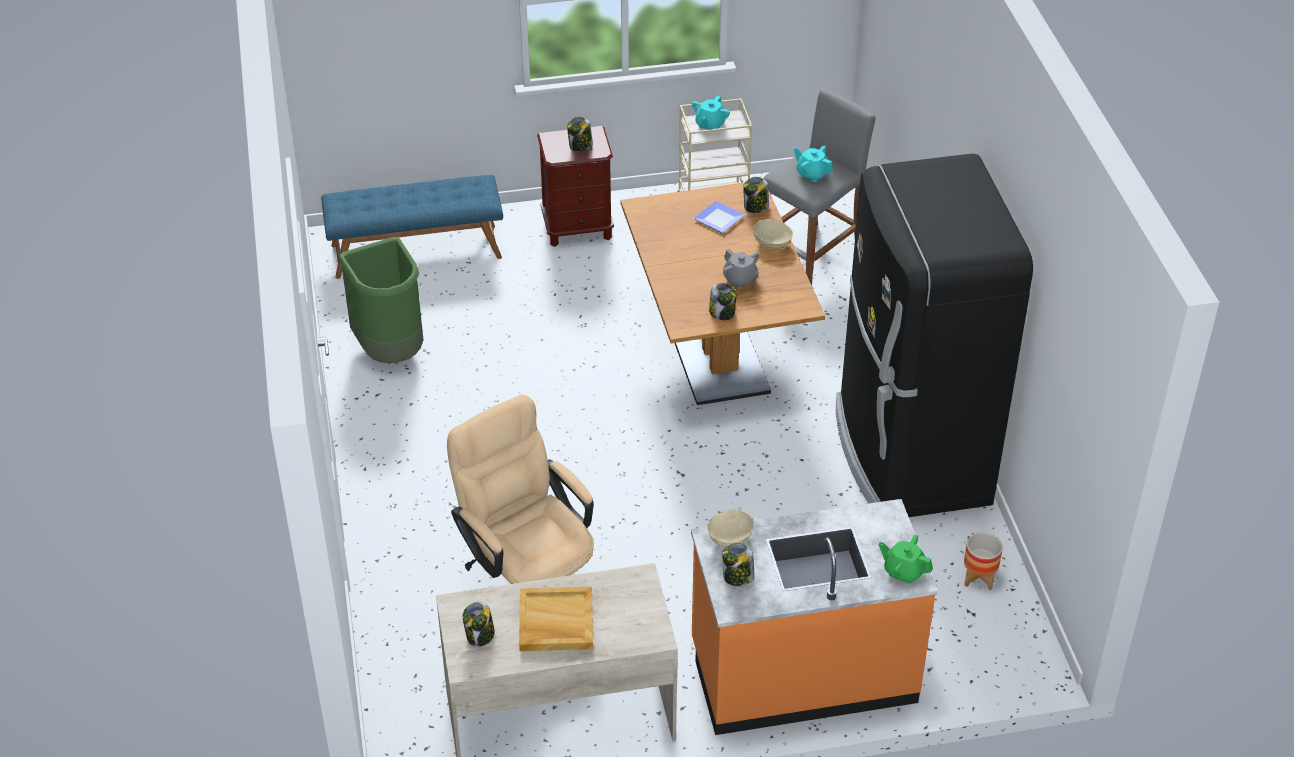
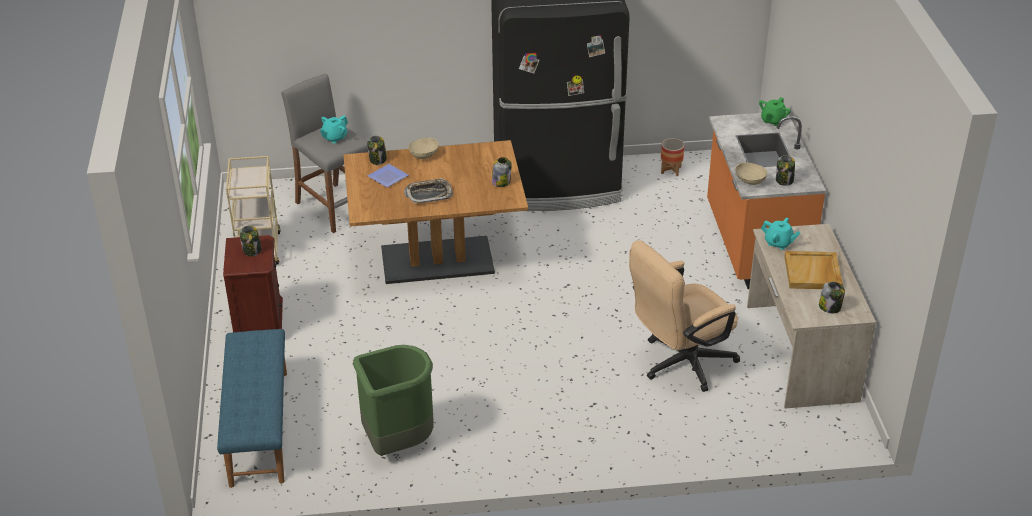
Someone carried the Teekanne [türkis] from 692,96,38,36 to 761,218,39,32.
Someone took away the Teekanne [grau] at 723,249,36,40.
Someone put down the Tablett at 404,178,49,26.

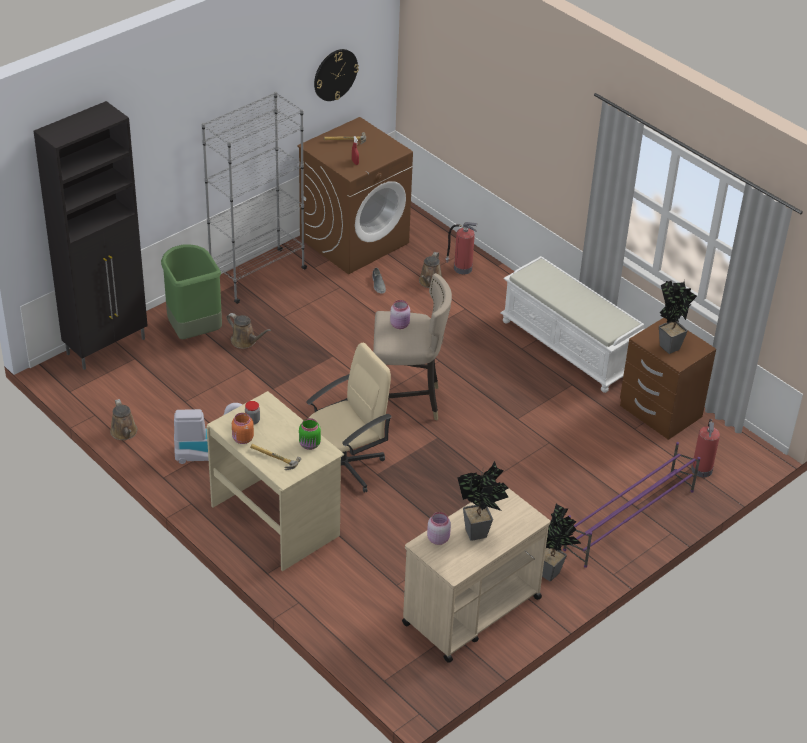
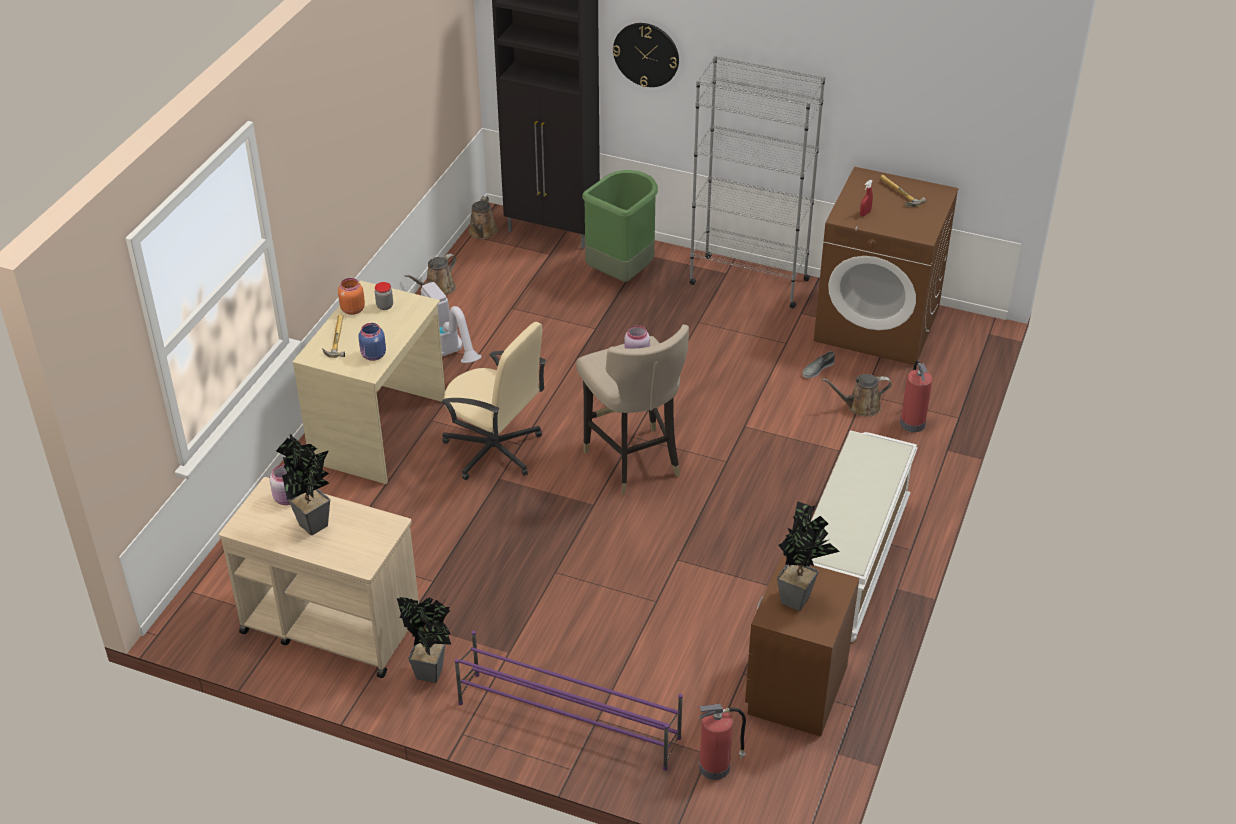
Someone carried the Wanduhr from 314,49,45,52 to 613,23,66,64.
Someone carried the Gießkanne [braun] from 227,313,44,36 to 469,196,29,43.
Someone repainted the Vorratsglas [grün] at 299,418,22,32, which became the Vorratsglas [blau] at 358,323,28,38.

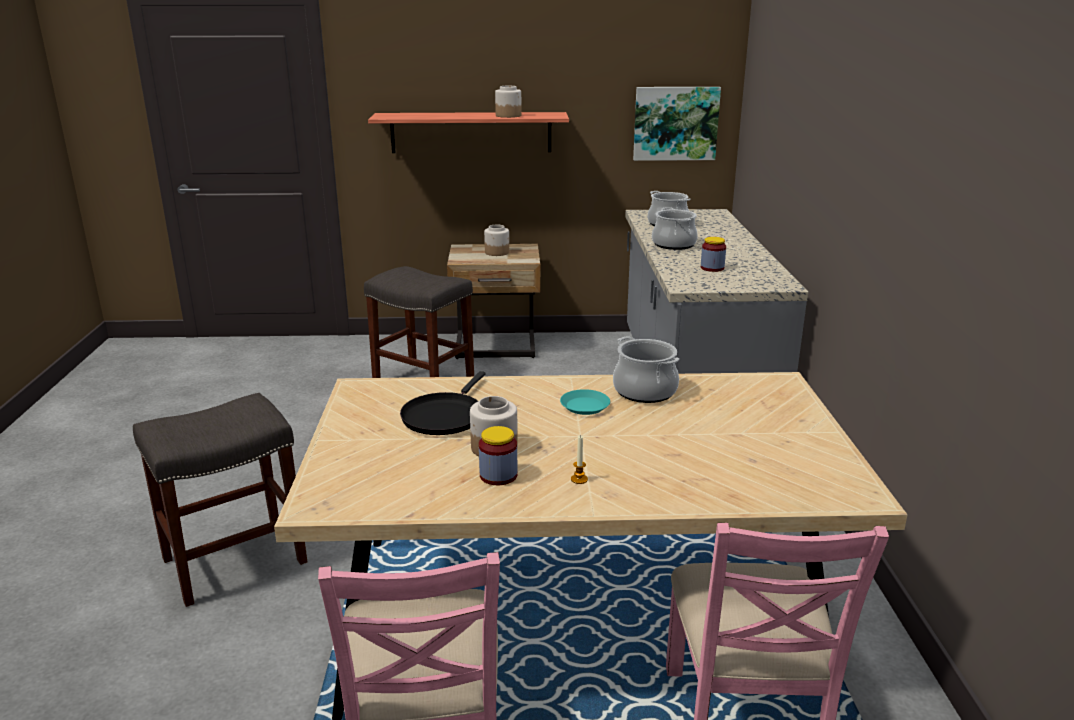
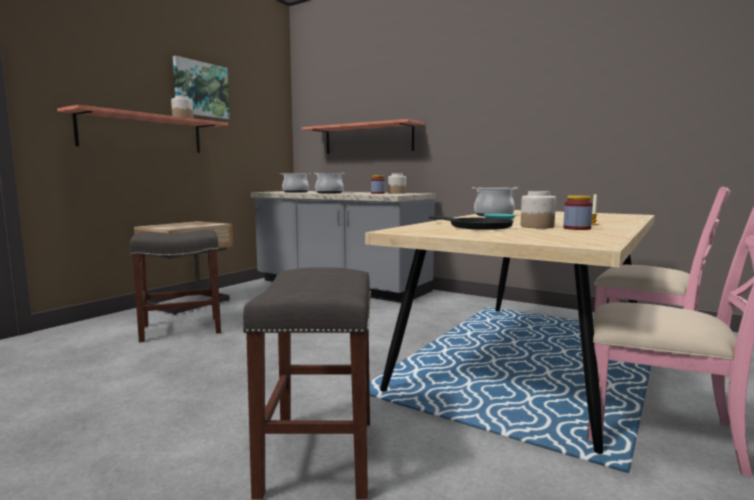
Someone carried the Bild from 633,87,88,74 to 173,56,57,63.
Someone carried the Vorratsglas from 484,225,25,31 to 388,173,18,21.
Someone put up the Wandregal at 302,119,121,35.

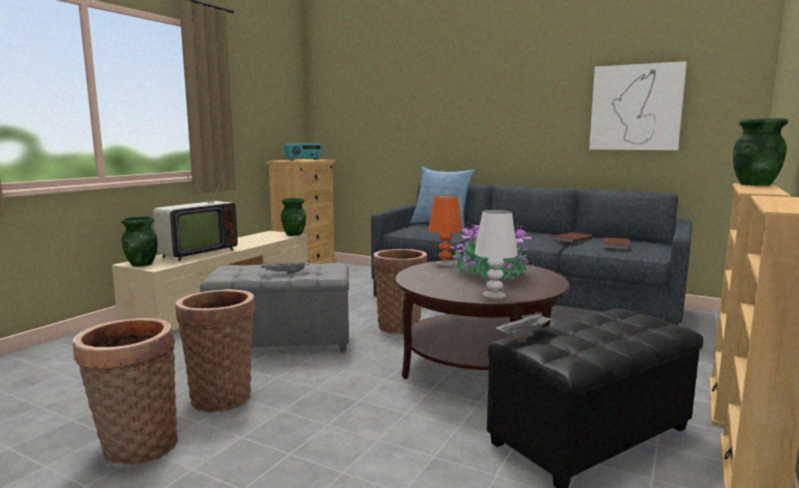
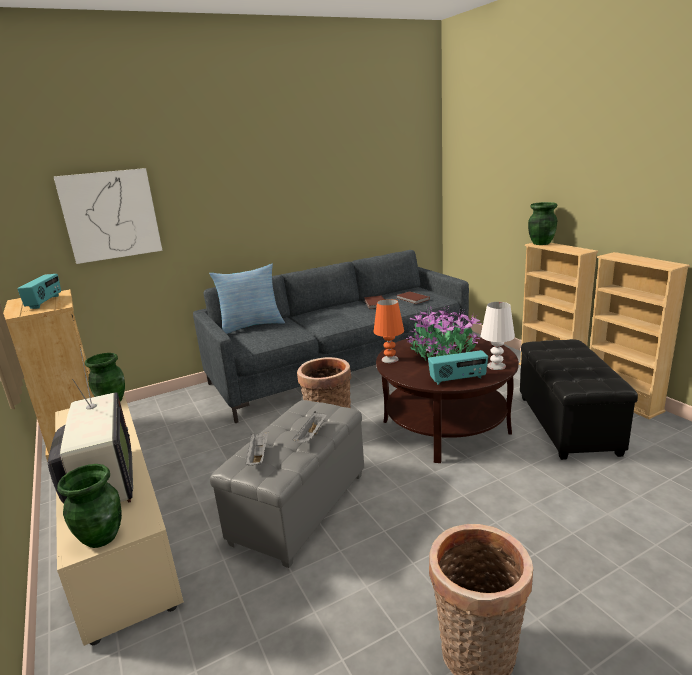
Someone carried the Bild from 589,61,98,89 to 53,168,110,96.
Someone took away the Korb at 176,289,79,123.
Someone carried the Tablett [grau] from 494,312,63,27 to 246,431,23,34.
Someone put down the Radio at 428,350,60,35.

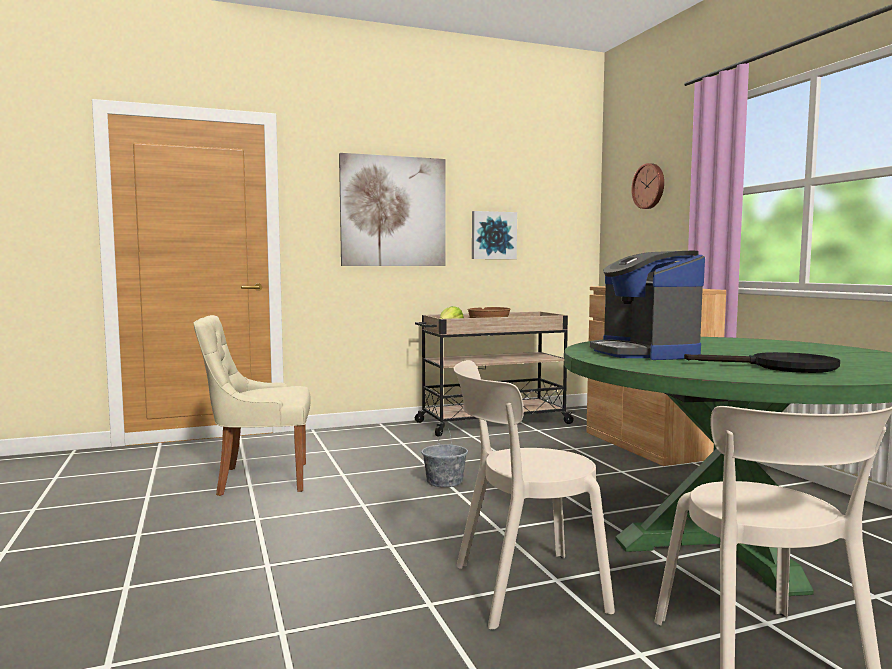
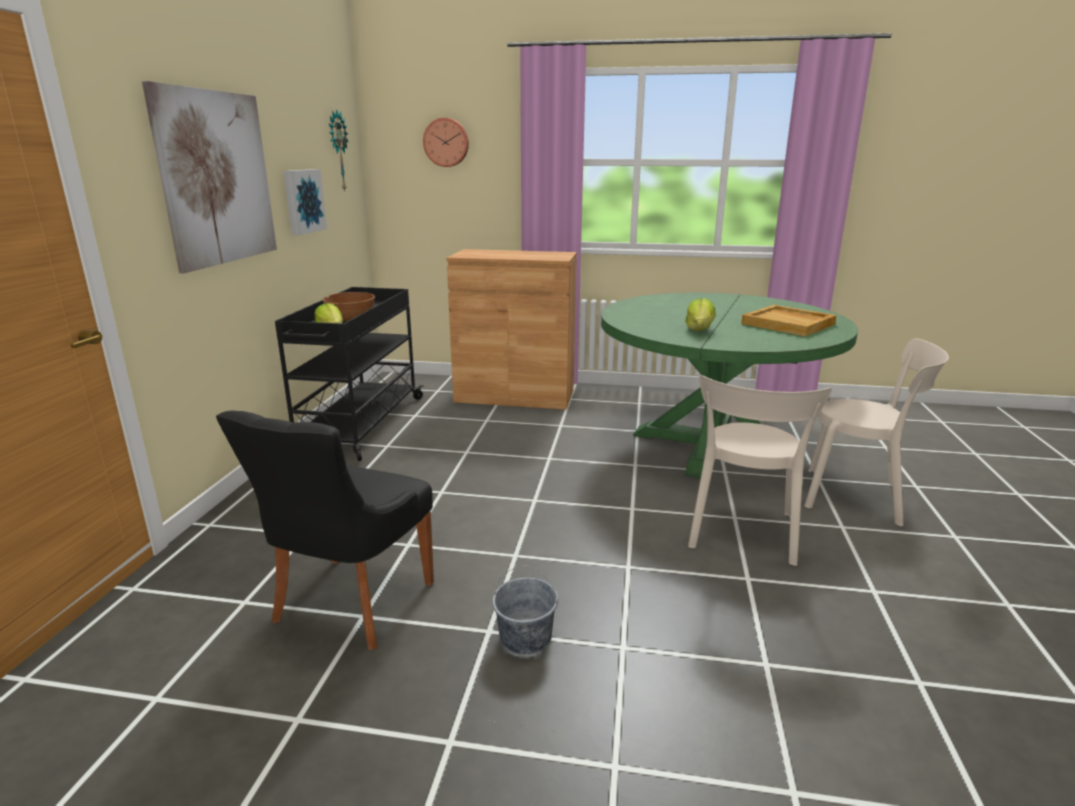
Someone swapped the Kaffeemaschine at 590,251,115,109 for the Salatkopf at 685,298,31,33.
Someone repainted the Rollwagen [beige] at 415,312,161,125, which became the Rollwagen [schwarz] at 275,287,149,174.
Someone repainted the Stuhl [beige] at 193,315,118,181, which became the Stuhl [schwarz] at 216,411,218,239.
Someone swapped the Pfanne [schwarz] at 684,352,156,21 for the Tablett [beige] at 741,305,96,32.
Someone carried the Eimer [grau] from 421,426,47,61 to 492,565,66,90.
Someone put up the Wanduhr at 329,109,19,83.

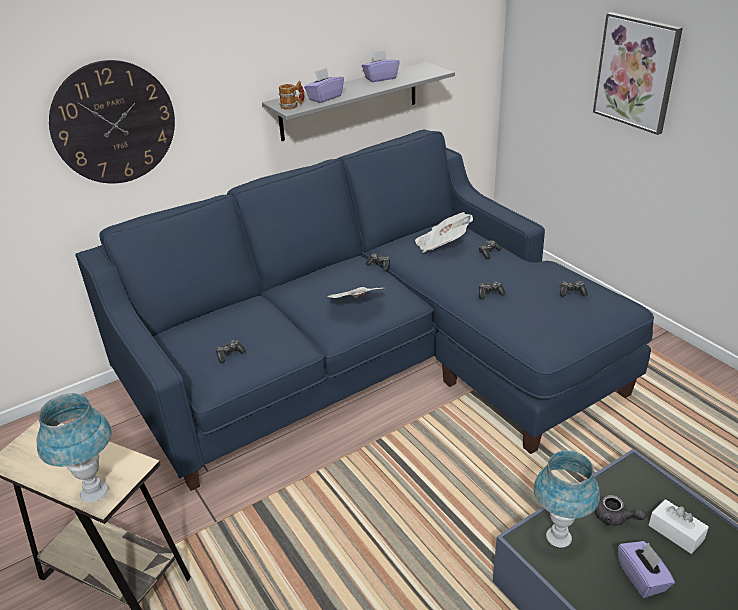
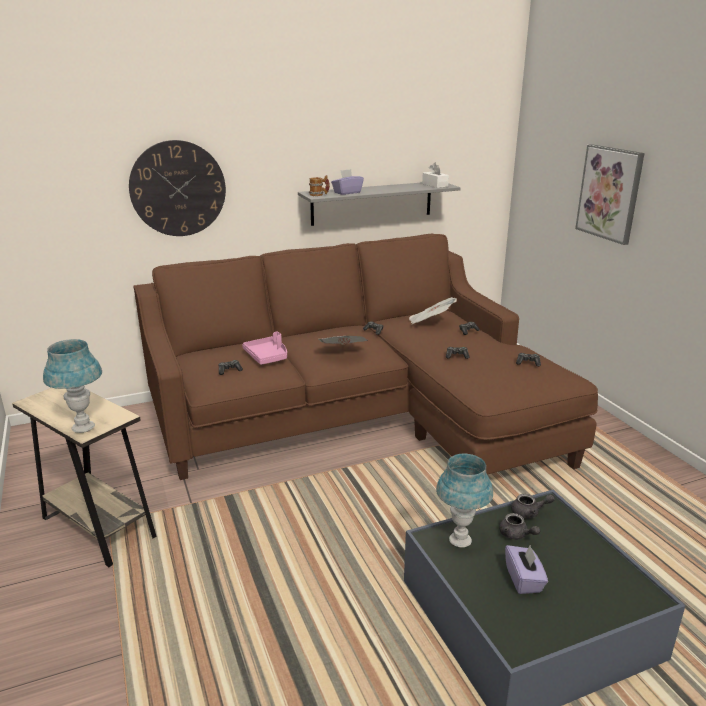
Someone took away the Taschentuchbox [lila] at 362,50,38,32.
Someone repainted the Sofa [blau] at 76,130,578,361, which became the Sofa [braun] at 134,234,464,246.
Someone carried the Taschentuchbox [weiß] from 649,499,60,55 to 422,163,27,25.
Someone put down the Tablett [rosa] at 242,331,45,34.
Someone put down the Teekanne [grau] at 511,494,44,25.

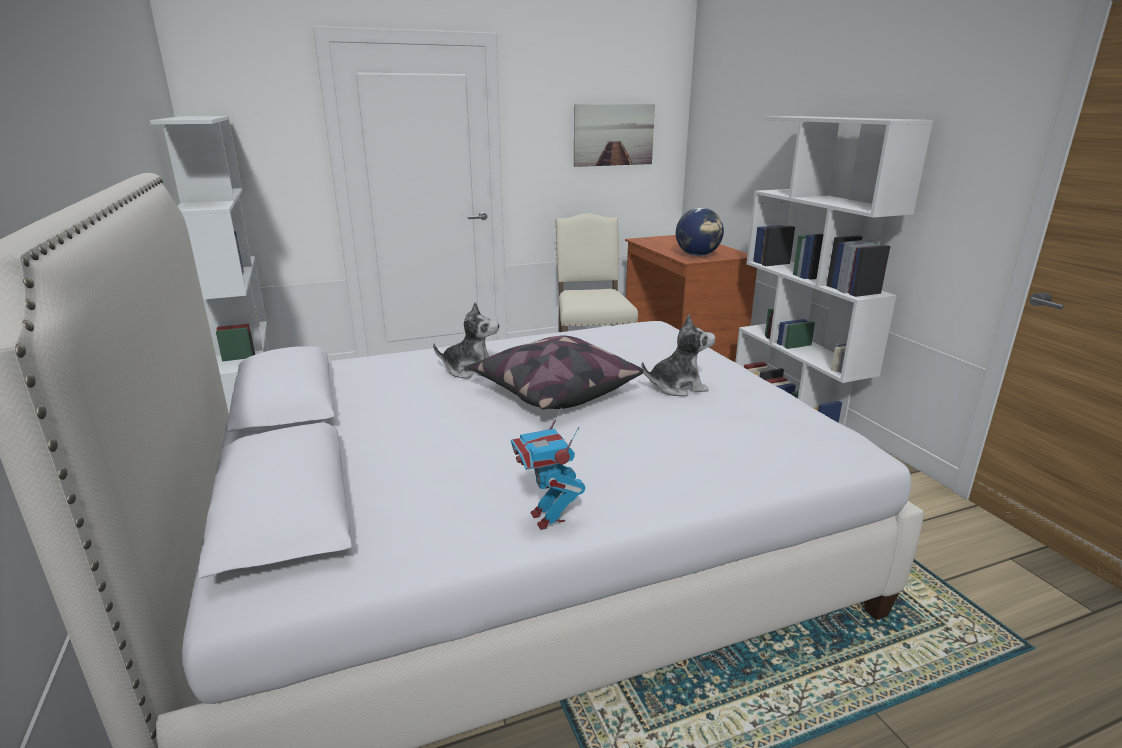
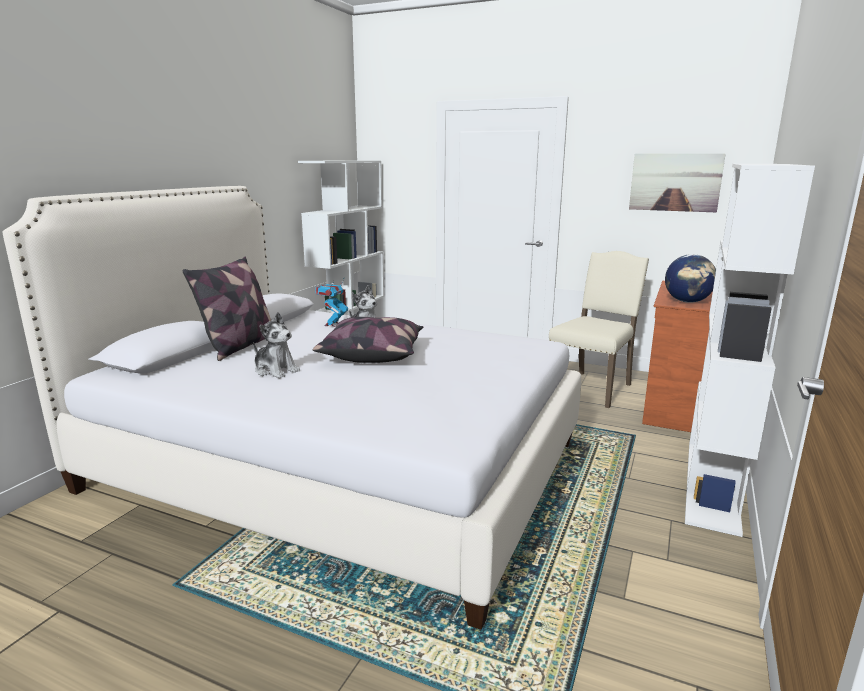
Someone carried the Plüschtier from 642,315,73,81 to 253,312,47,66.
Someone carried the Spielzeugroboter from 511,408,74,122 to 315,277,33,50.
Someone put down the Kissen at 182,257,89,104.

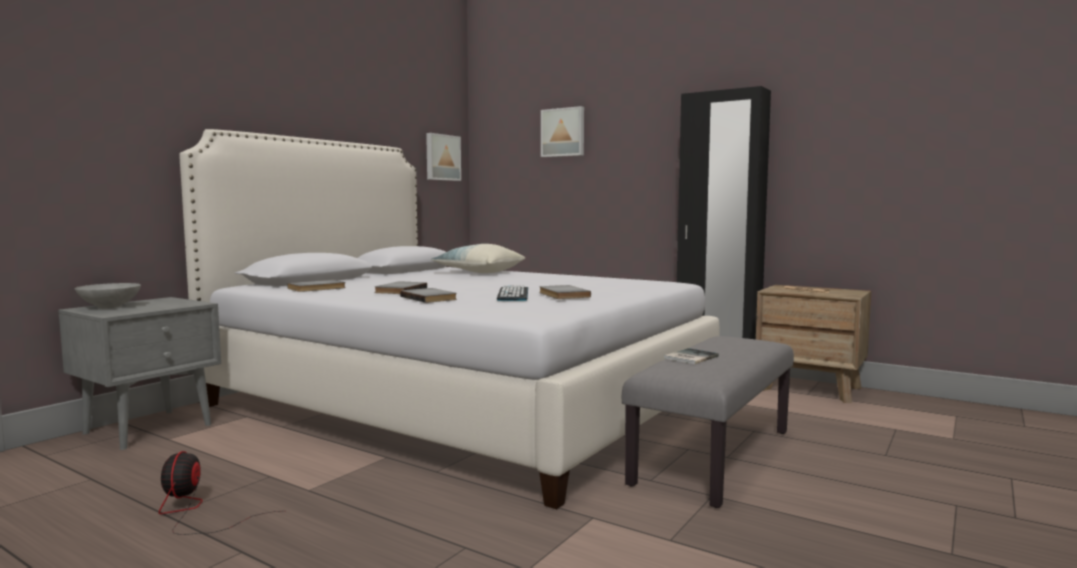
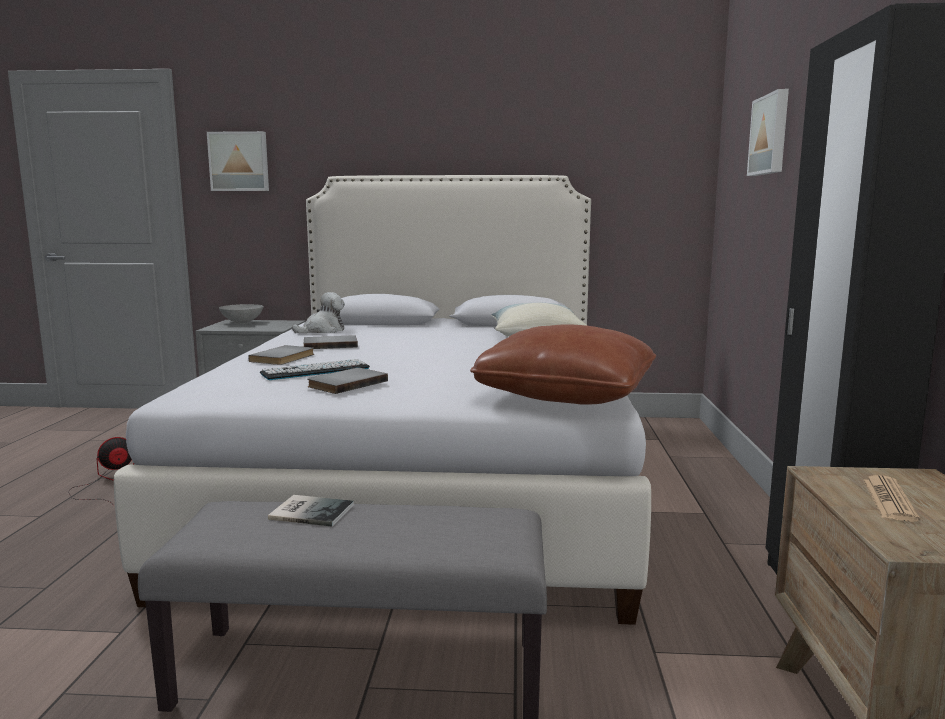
Someone carried the Bild from 426,133,35,48 to 207,131,62,60.
Someone swapped the Buch [grau] at 287,280,59,12 for the Plüschtier at 292,292,53,41.
Someone put down the Kissen [braun] at 470,324,186,81.

